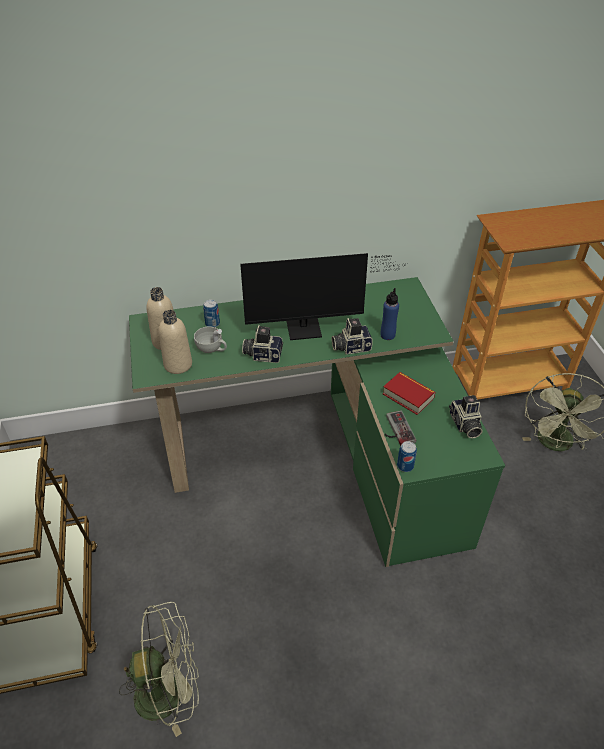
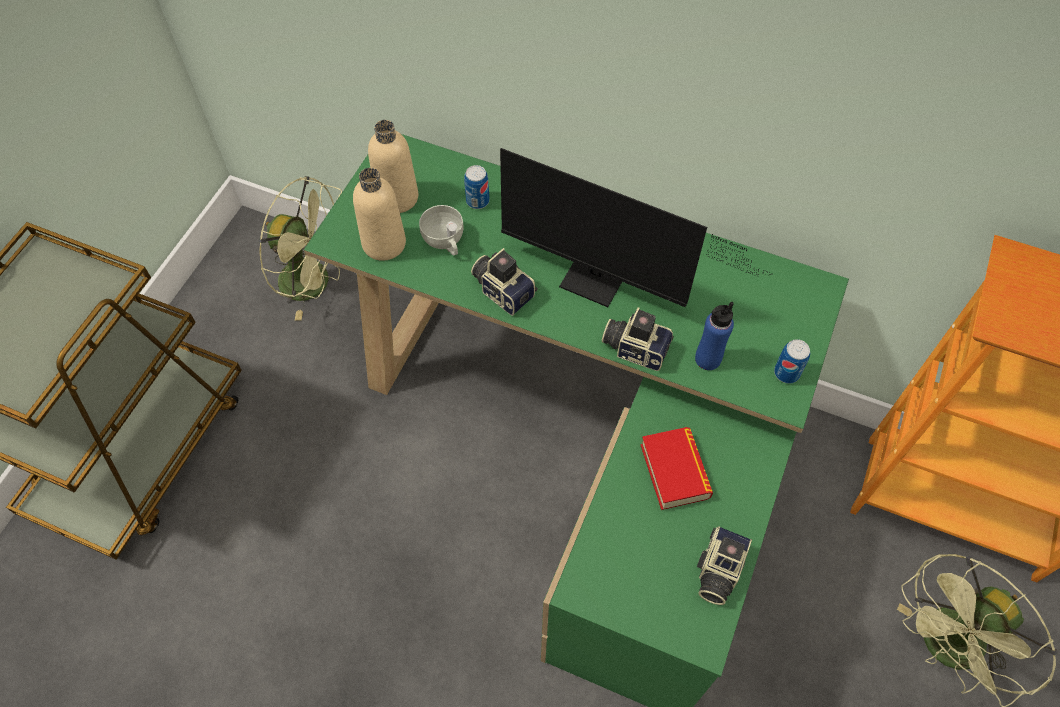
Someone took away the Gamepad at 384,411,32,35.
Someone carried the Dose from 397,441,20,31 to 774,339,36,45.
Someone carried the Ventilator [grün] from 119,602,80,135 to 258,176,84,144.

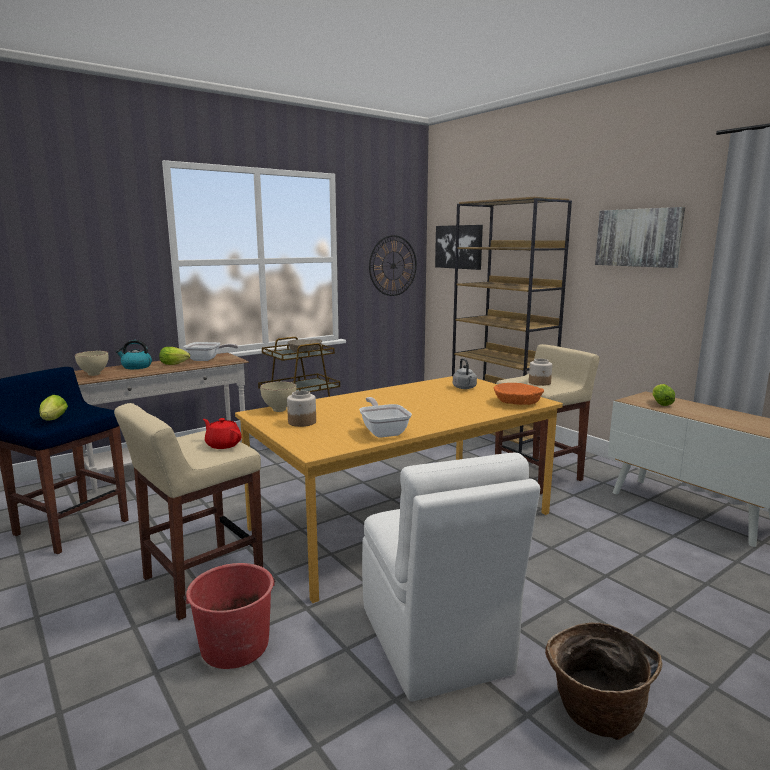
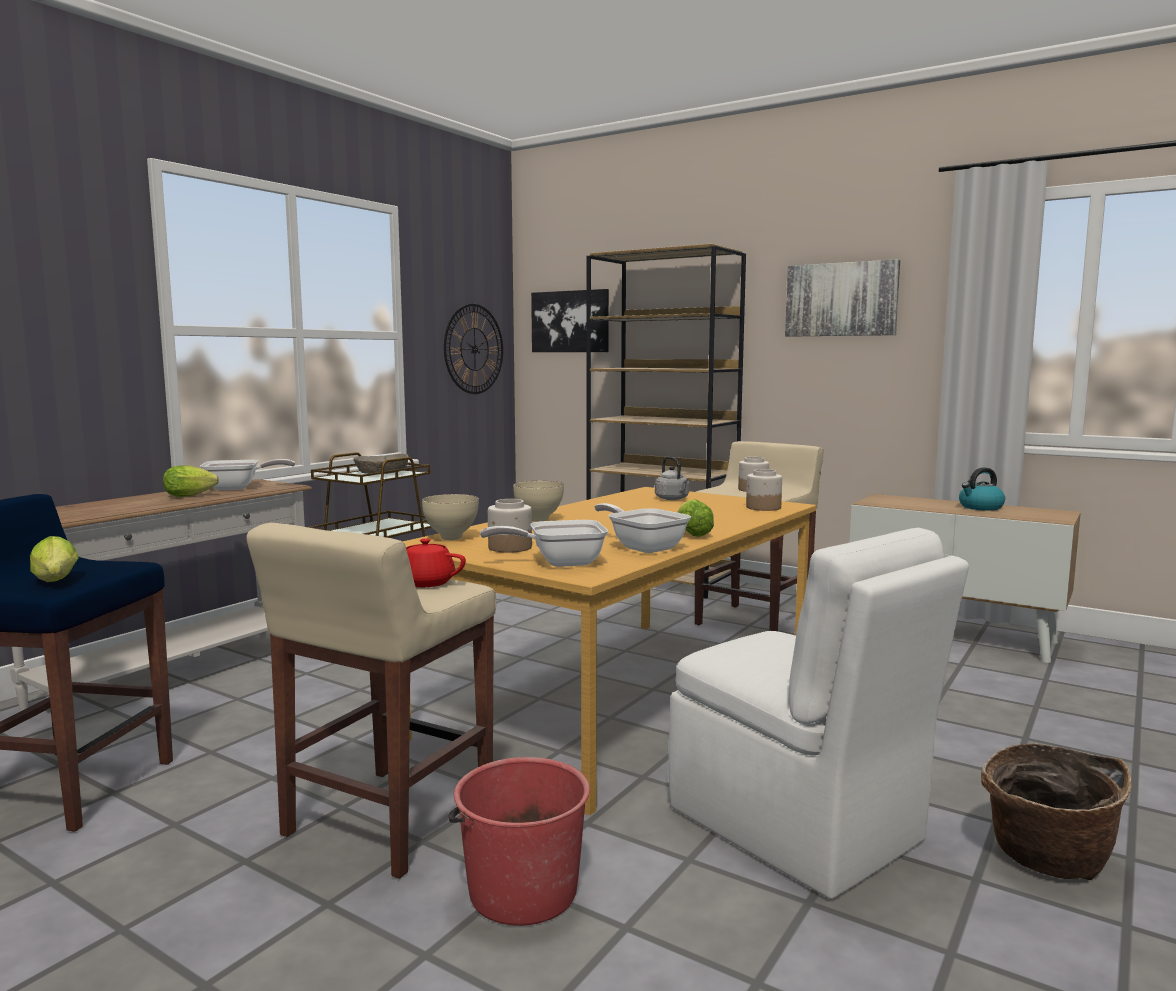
Someone carried the Wasserkessel from 116,340,36,29 to 959,468,46,43.
Someone carried the Schüssel [beige] from 75,351,33,25 to 513,481,51,41.
Someone swapped the Schüssel [orange] at 494,383,50,22 for the Vorratsglas at 746,469,36,42.
Someone carried the Salatkopf from 652,384,23,22 to 677,499,37,38.
Someone put down the Pfanne at 480,520,128,47.

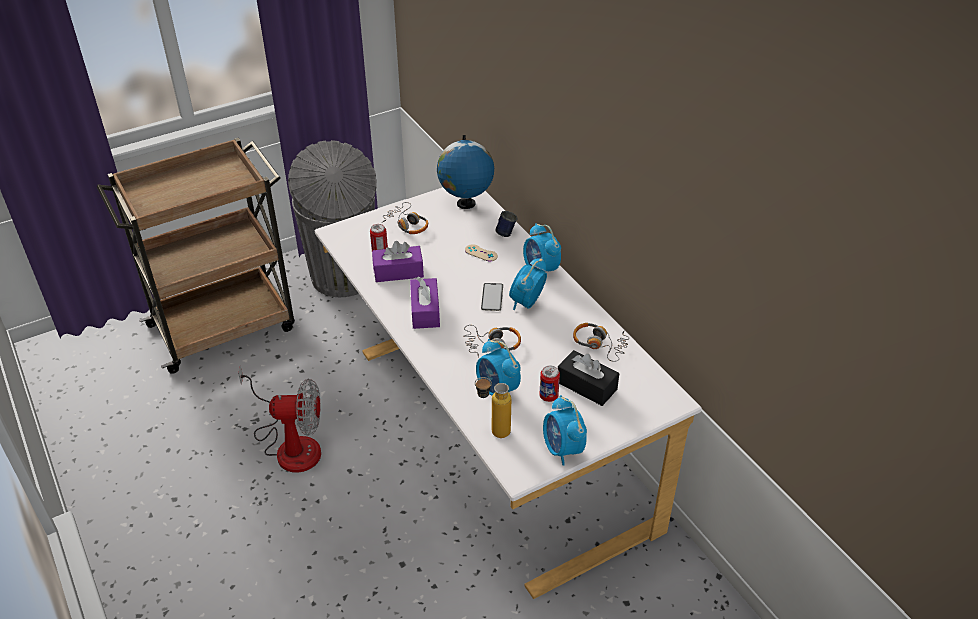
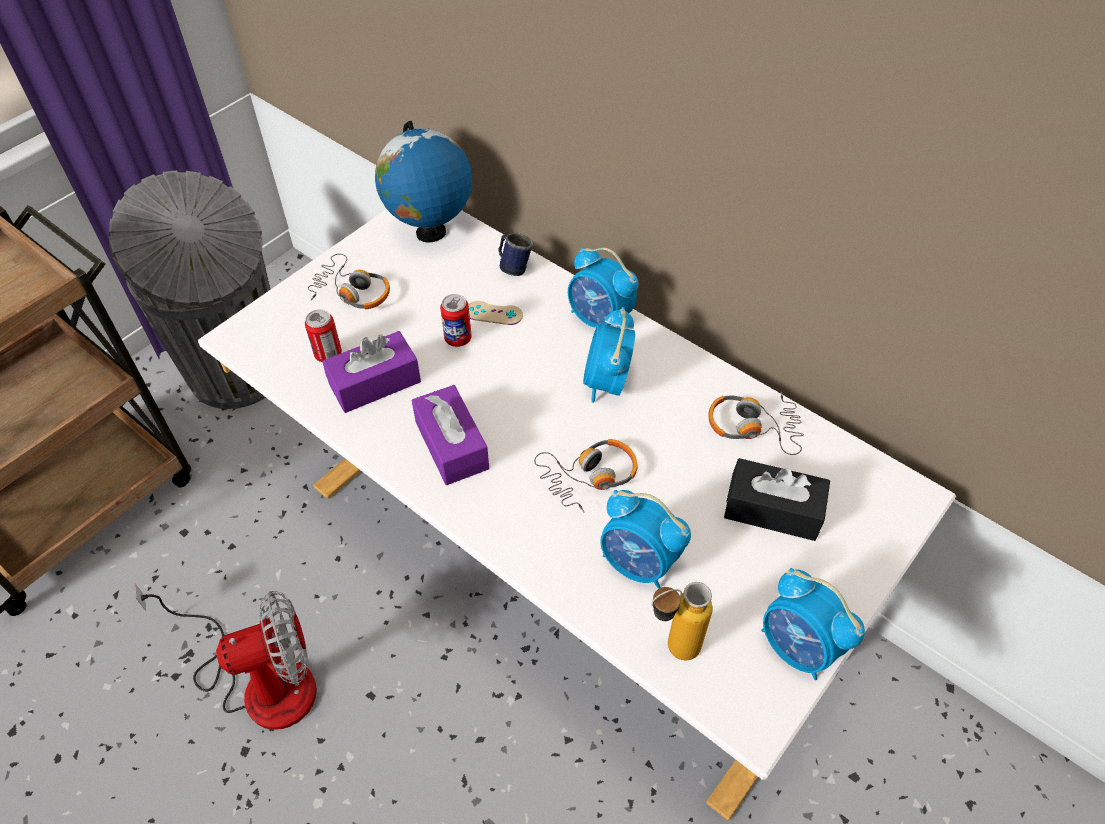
Someone took away the Handy at 481,283,22,28.
Someone carried the Dose from 539,365,21,37 to 440,294,32,53.

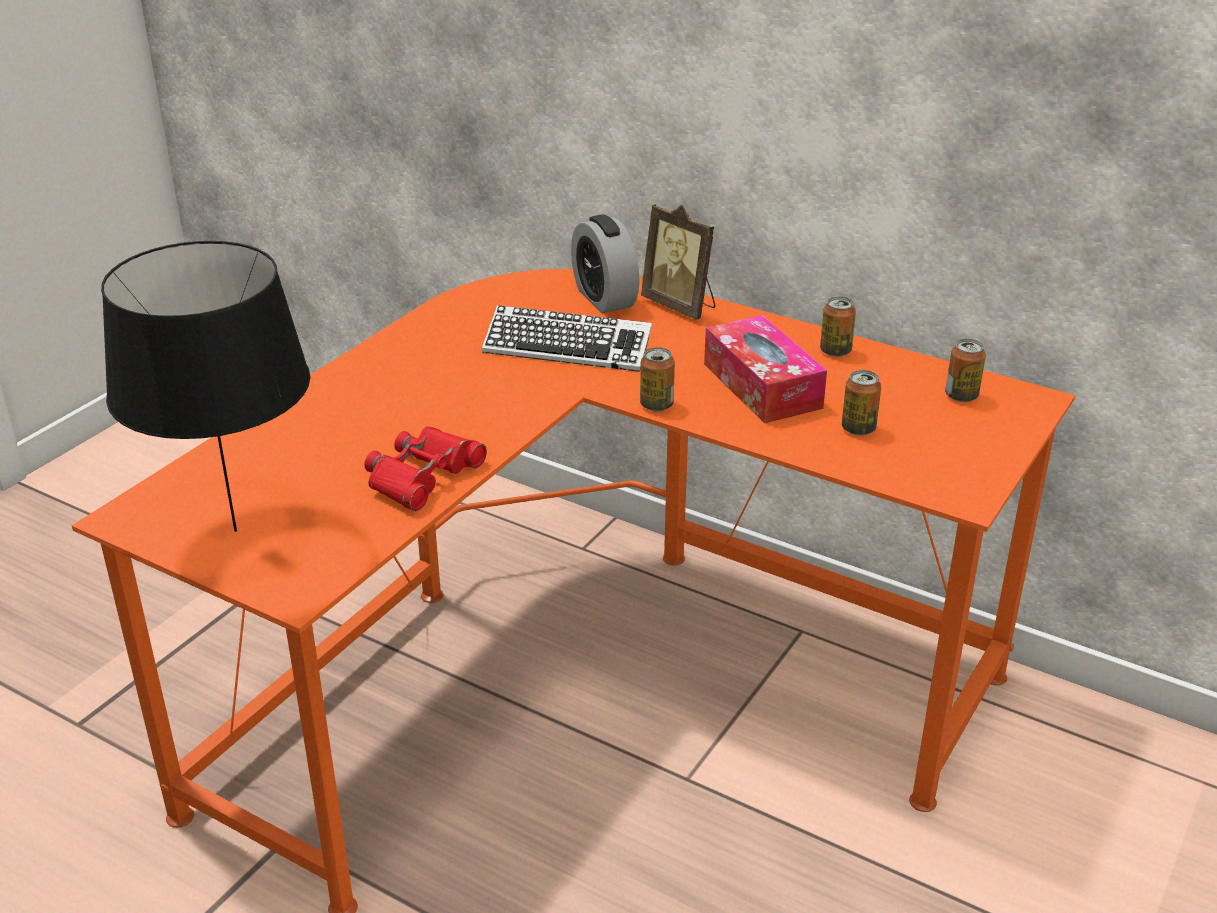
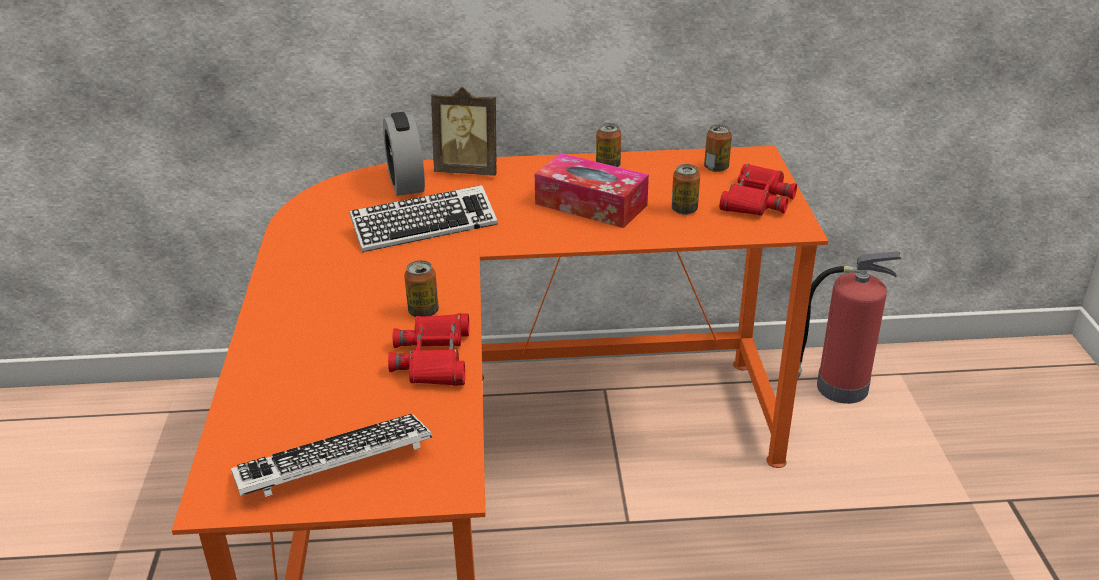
Someone rotated the Wecker at 571,214,69,99 by 45 degrees clockwise.
Someone swapped the Tischlampe [schwarz] at 101,241,209,291 for the Tastatur at 231,414,201,83.
Someone carried the Dose from 640,347,35,65 to 404,260,35,57.
Someone put down the Fernglas [rot] at 719,164,78,52.
Someone put down the Feuerlöscher at 797,251,105,153.

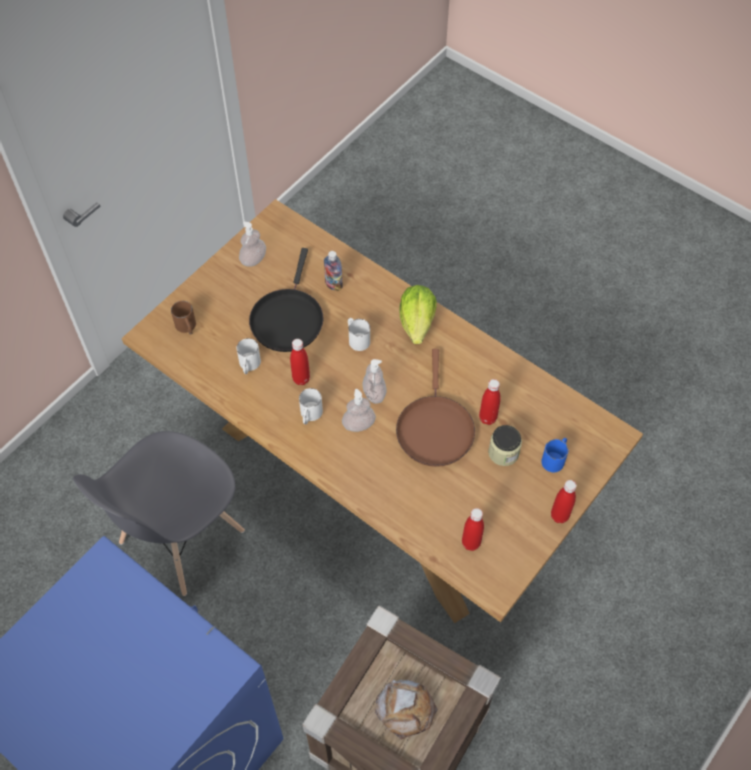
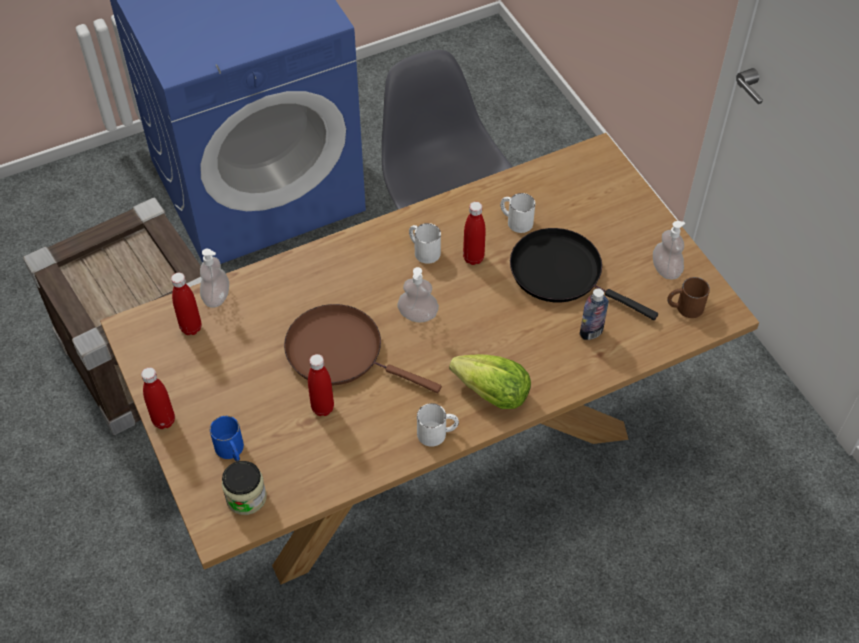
Someone carried the Henkelbecher [braun] from 171,301,25,34 to 667,277,43,41.
Someone carried the Henkelbecher [weiß] from 348,318,22,33 to 417,403,42,44.
Someone carried the Seifenspender from 342,389,34,43 to 200,249,29,58.
Someone carried the Vorratsglas from 488,425,34,41 to 222,461,45,54.
Someone took away the Brot at 375,679,63,61.

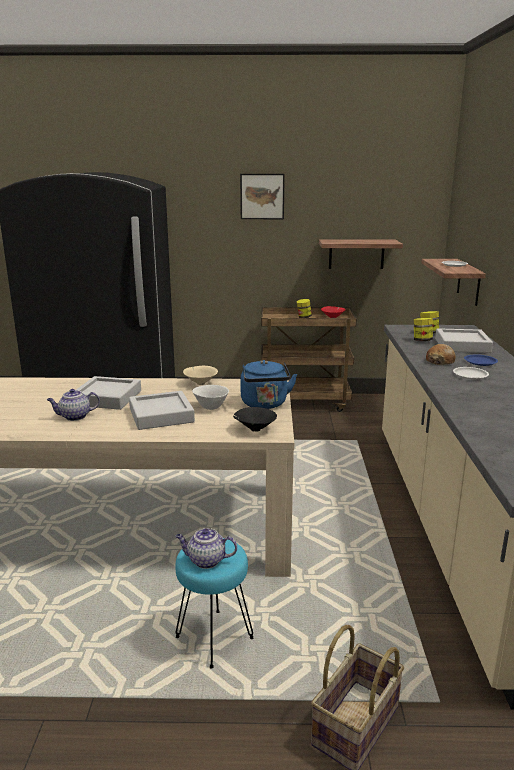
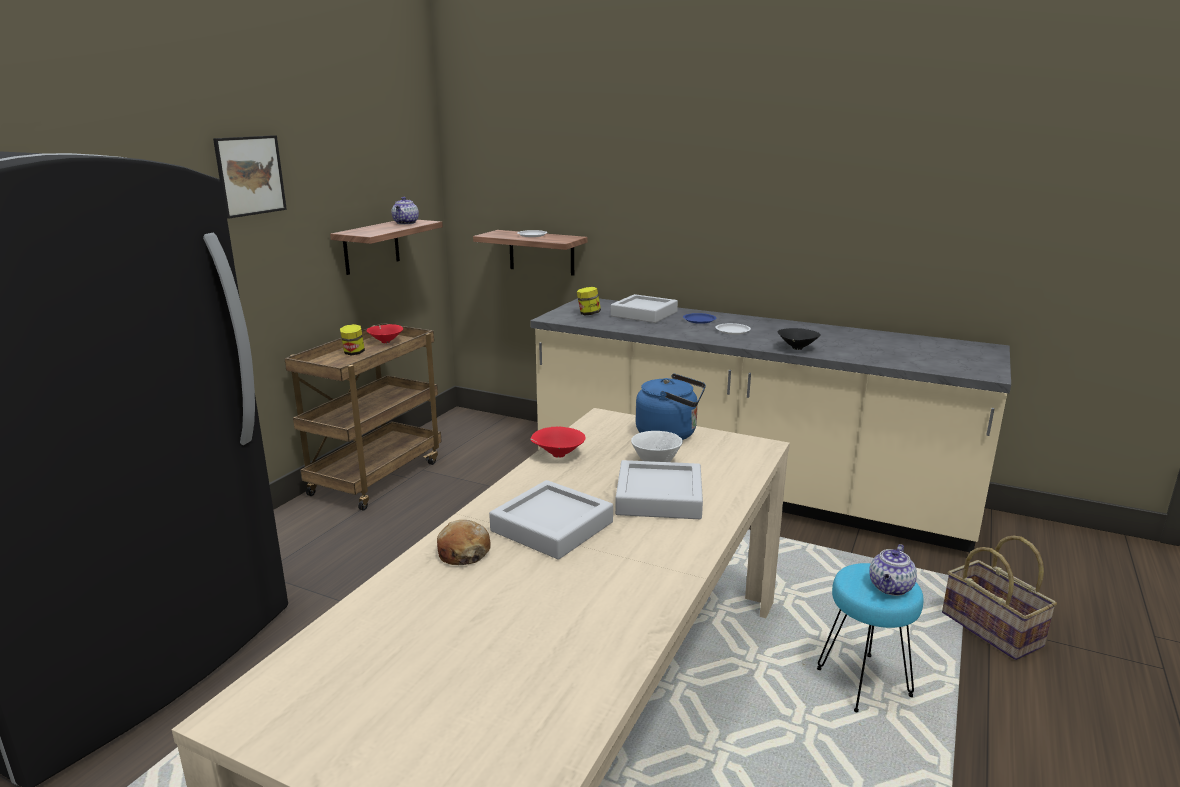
Someone took away the Vorratsglas at 414,318,19,23.
Someone carried the Brot from 426,344,30,21 to 437,520,53,45.
Someone repainted the Schüssel [beige] at 183,366,35,19, which became the Schüssel [rot] at 531,427,54,31.
Someone carried the Teekanne from 47,389,53,32 to 391,197,28,28.
Someone carried the Schüssel [schwarz] from 233,407,44,25 to 778,328,43,22.

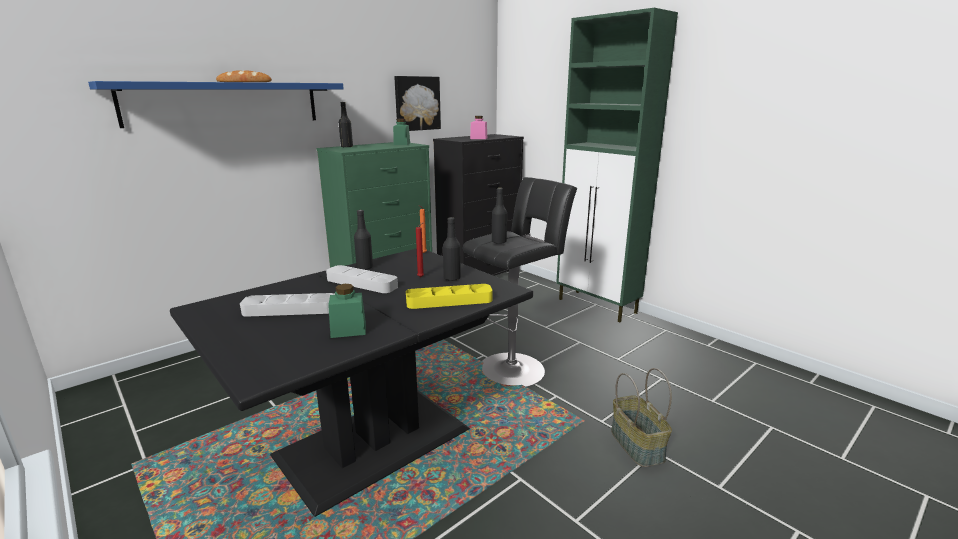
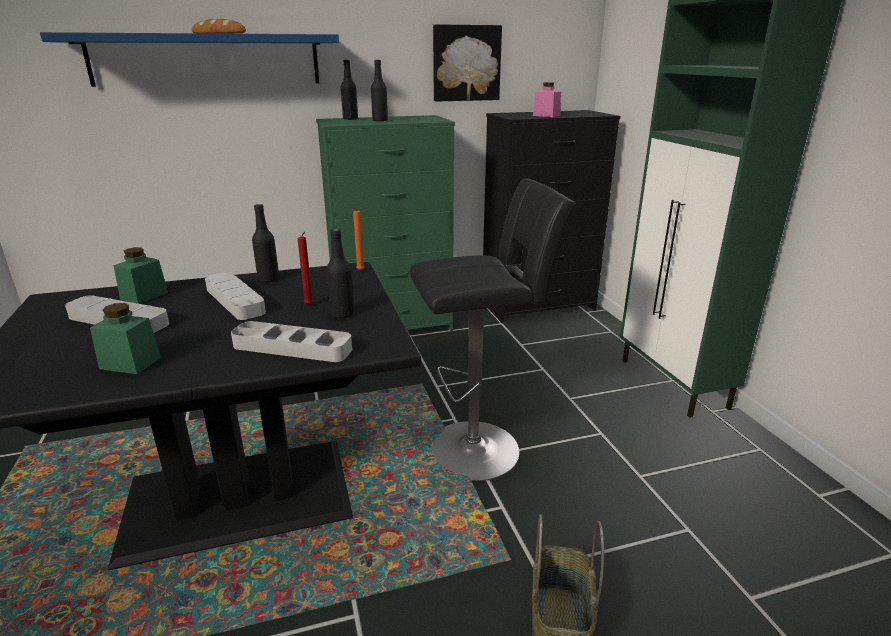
Someone carried the Vorratsglas [grün] from 393,119,17,26 to 113,247,55,57.
Someone carried the Flasche [schwarz] from 492,188,15,56 to 371,60,17,61.
Someone repainted the Tablett [gelb] at 406,284,87,25, which became the Tablett [grau] at 231,321,121,41.

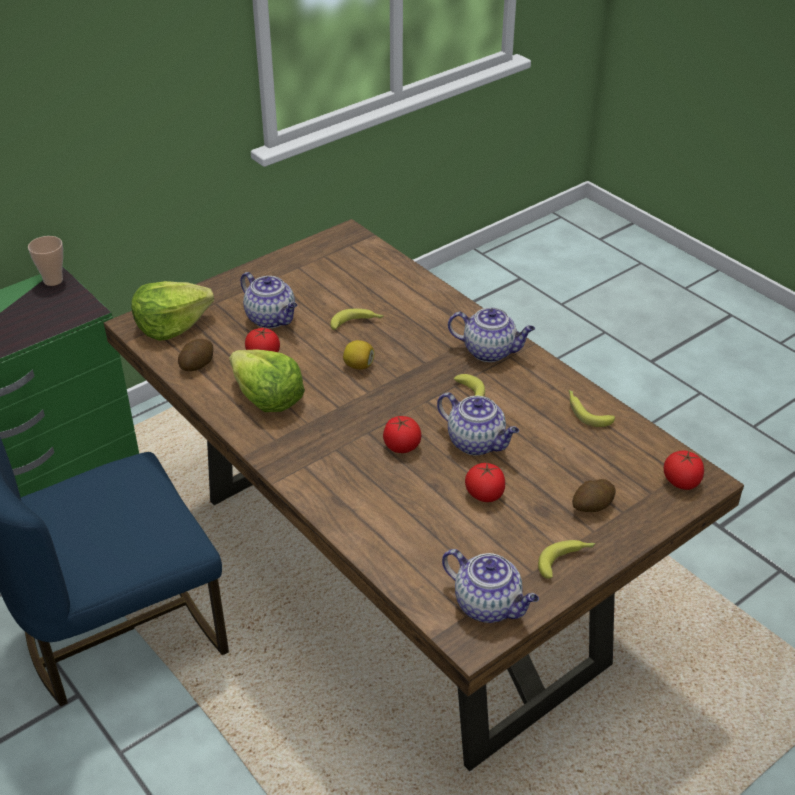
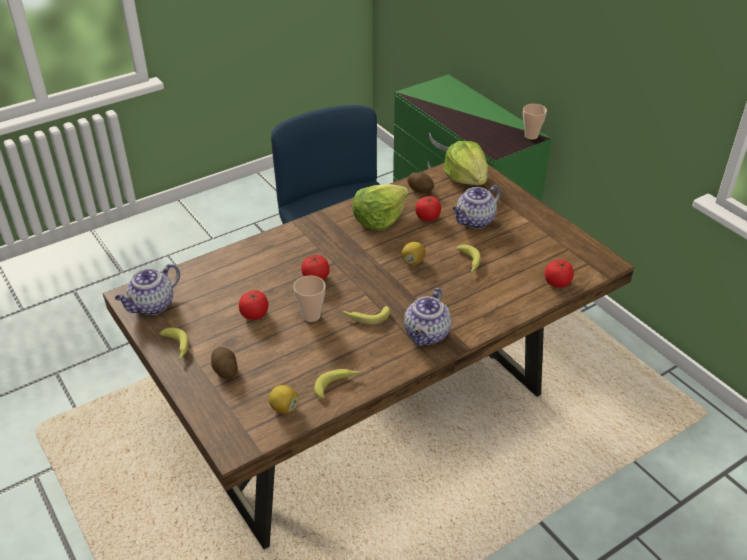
Someone swapped the Teekanne at 437,392,82,63 for the Tasse at 293,275,33,47.
Someone carried the Tomate from 664,450,40,40 to 545,260,29,28.
Someone put down the Zitrone at 268,385,31,29.

